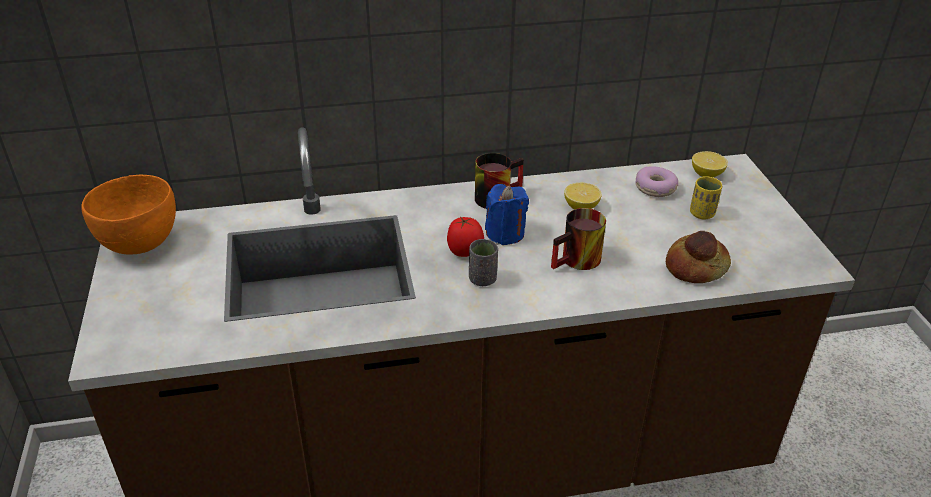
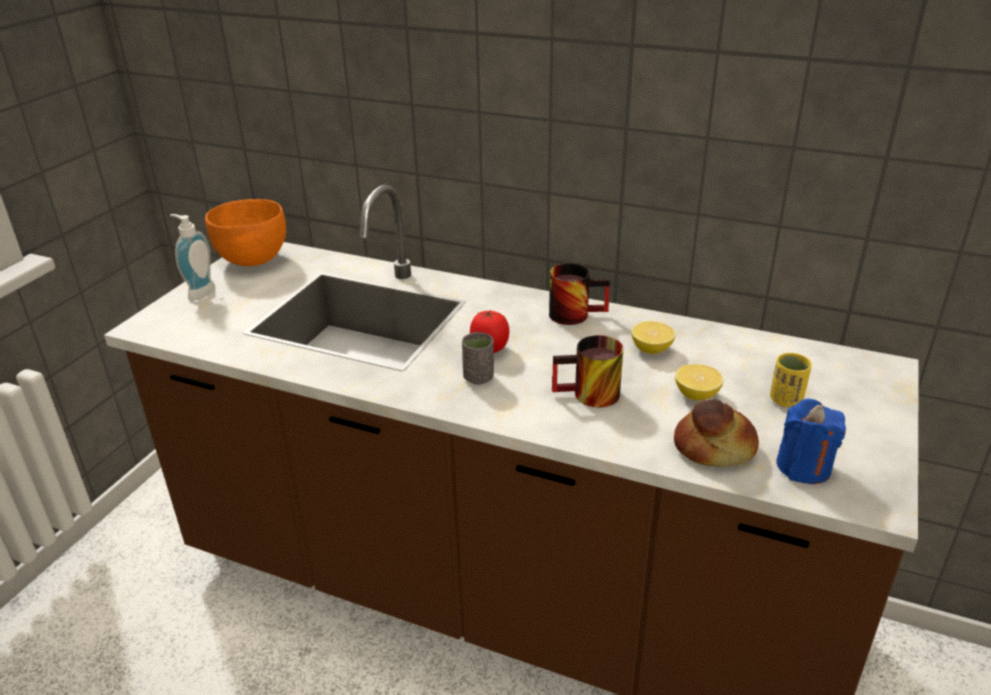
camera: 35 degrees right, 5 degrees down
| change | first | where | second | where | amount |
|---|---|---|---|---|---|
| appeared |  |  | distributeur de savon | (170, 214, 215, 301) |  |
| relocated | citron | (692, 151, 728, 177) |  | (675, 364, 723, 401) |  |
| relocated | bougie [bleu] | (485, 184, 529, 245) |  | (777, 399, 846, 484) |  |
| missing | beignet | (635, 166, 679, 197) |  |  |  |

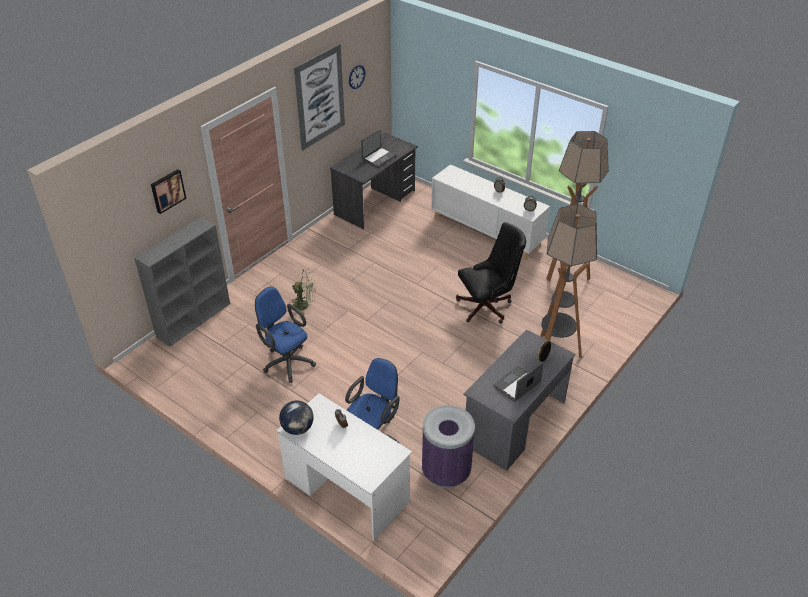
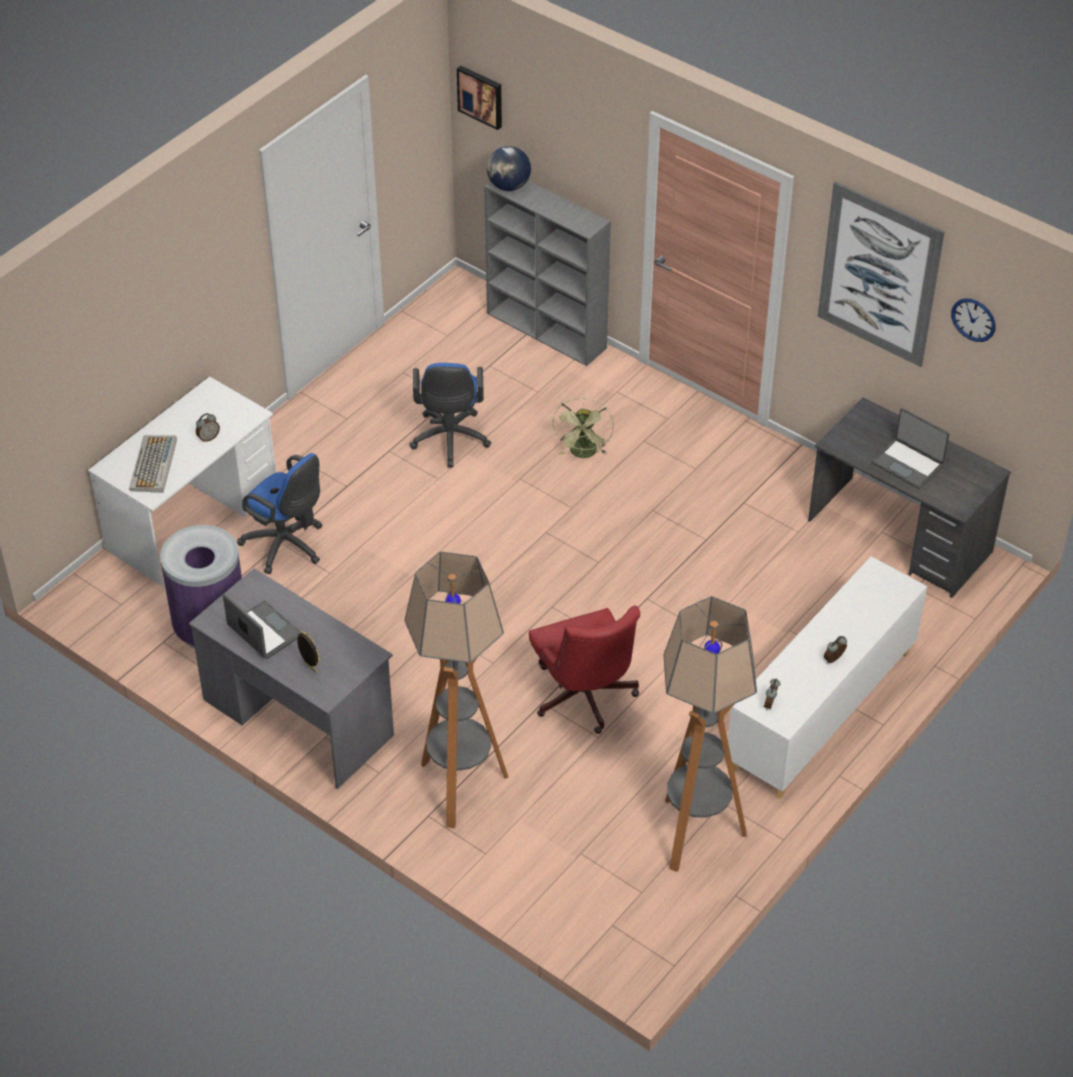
camera: 90 degrees right, 5 degrees up
| change | first | where | second | where | amount |
|---|---|---|---|---|---|
| appeared |  |  | clavier | (129, 435, 177, 493) |  |
| spun | chaise de bureau [bleu] | (255, 287, 316, 383) |  | (410, 363, 491, 467) | 135 degrees clockwise |
| relocated | tableau | (151, 169, 186, 214) |  | (457, 66, 502, 130) |  |
| relocated | globe | (279, 401, 314, 435) |  | (487, 146, 531, 191) |  |
| colour | chaise de bureau [noir] | (456, 222, 526, 323) | chaise de bureau [rouge] | (529, 606, 640, 734) |  |

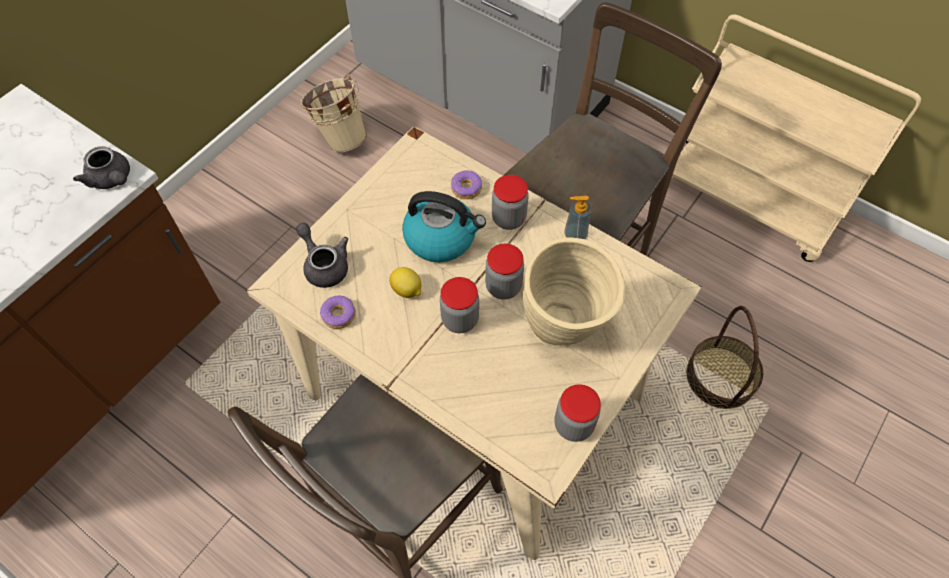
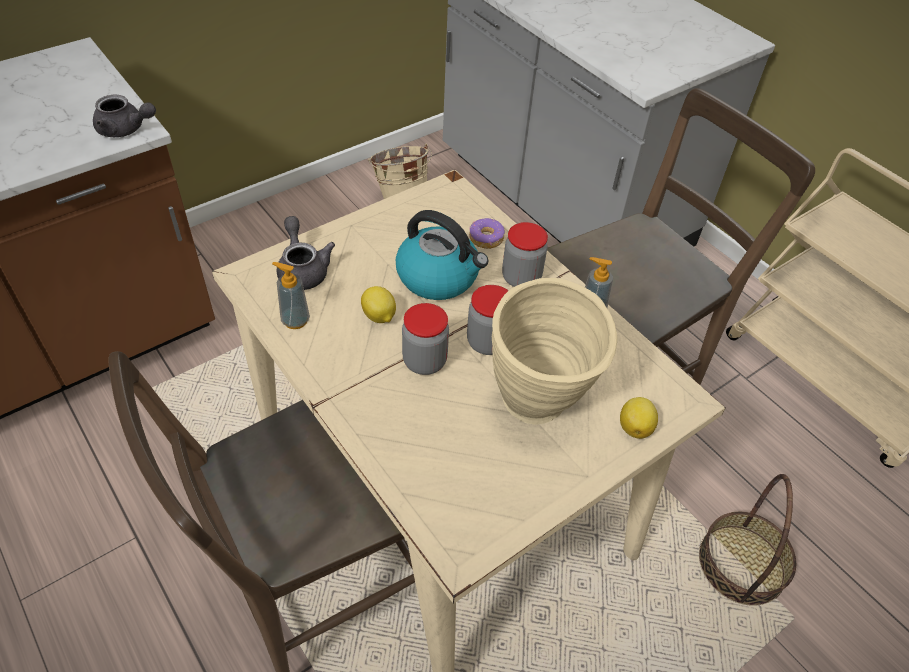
camera: 15 degrees right, 10 degrees down
| change | first | where | second | where | amount |
|---|---|---|---|---|---|
| spun | théière [gris] | (73, 146, 130, 189) |  | (93, 95, 156, 137) | 45 degrees counterclockwise |
| exchanged | beignet | (320, 296, 356, 329) | distributeur de savon | (272, 262, 310, 329) |  |
| appeared |  |  | citron | (620, 397, 658, 439) |  |
| missing | bocal | (554, 384, 601, 442) |  |  |  |

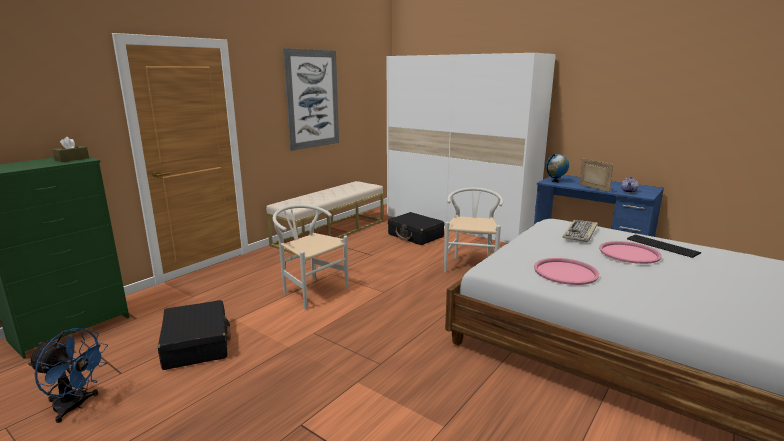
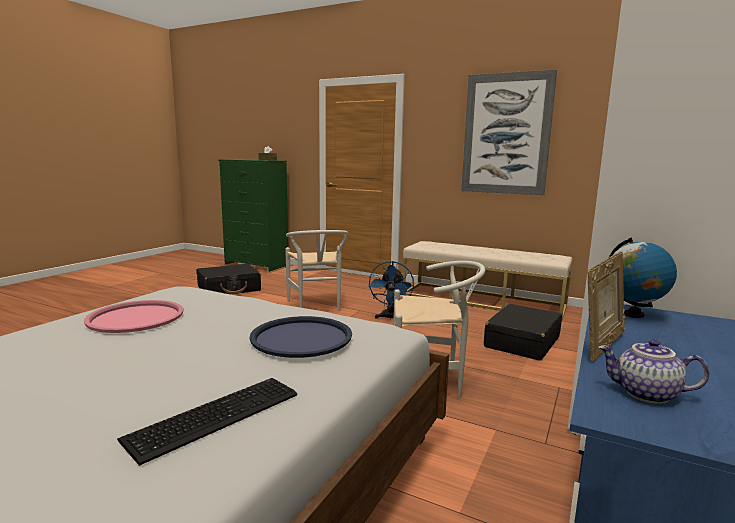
camera: 80 degrees right, 5 degrees down
| change | first | where | second | where | amount |
|---|---|---|---|---|---|
| exchanged | clavier | (562, 220, 598, 242) | plateau [bleu] | (250, 316, 352, 358) |  |
| spun | chaise [blanc] | (273, 205, 348, 310) |  | (285, 230, 348, 312) | 135 degrees clockwise |
| relocated | ventilateur [bleu] | (28, 328, 108, 423) |  | (368, 261, 414, 320) |  |
| missing | plateau [rose] | (599, 241, 662, 264) |  |  |  |

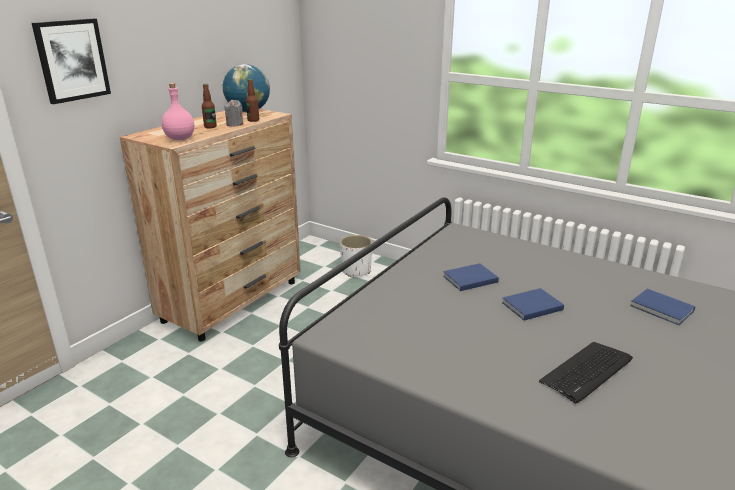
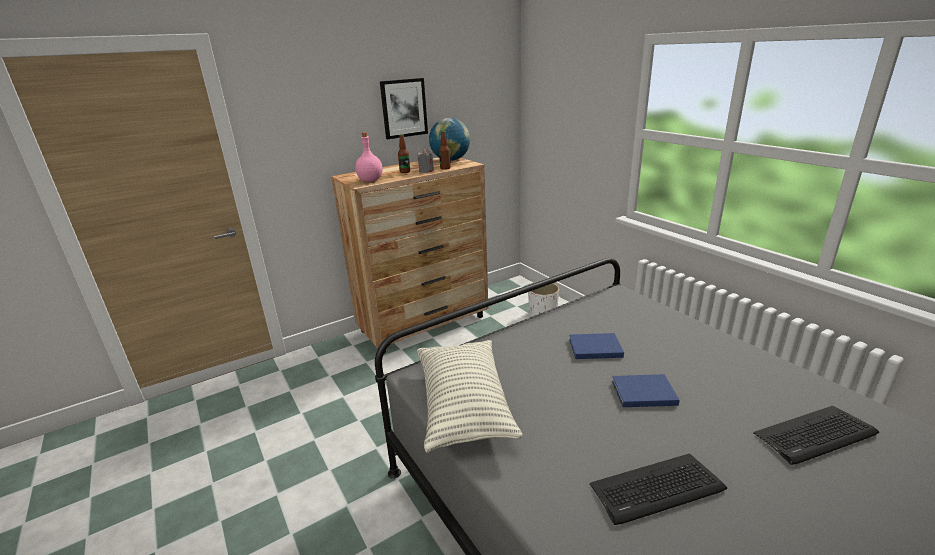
camera: 25 degrees right, 0 degrees up
| change | first | where | second | where | amount |
|---|---|---|---|---|---|
| relocated | tableau | (32, 18, 111, 104) |  | (380, 78, 428, 139) |  |
| appeared |  |  | coussin | (417, 340, 523, 453) |  |
| exchanged | livre [bleu] | (630, 289, 696, 325) | clavier | (753, 406, 879, 465) |  |

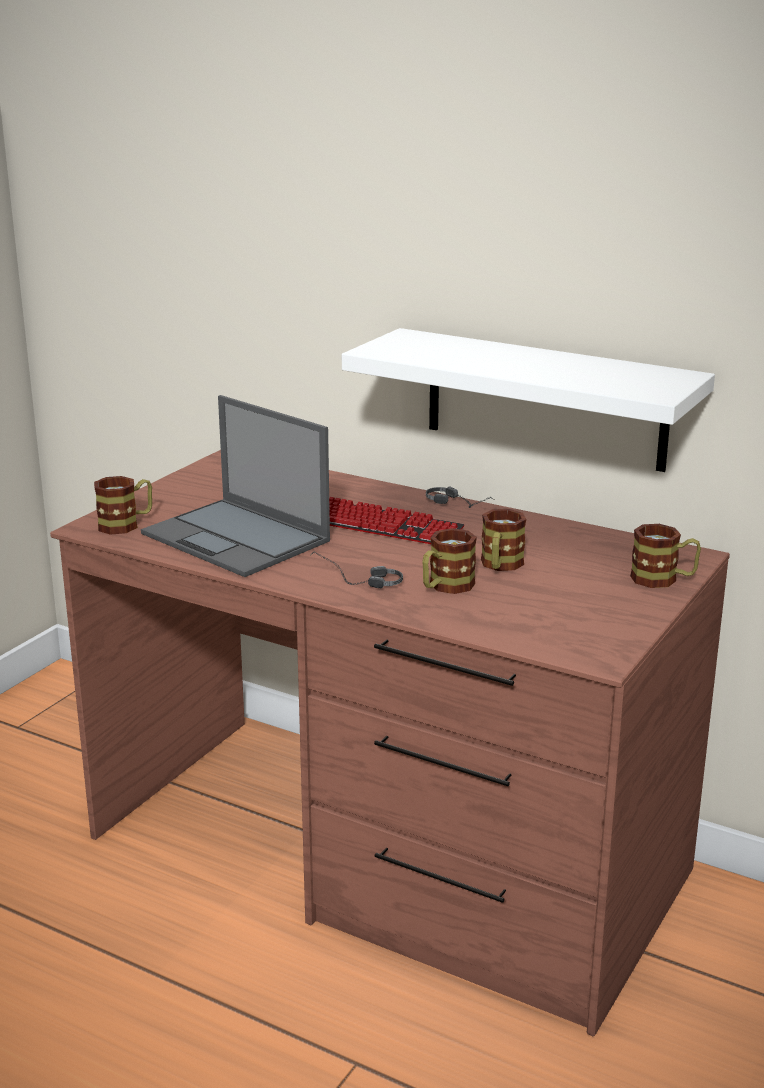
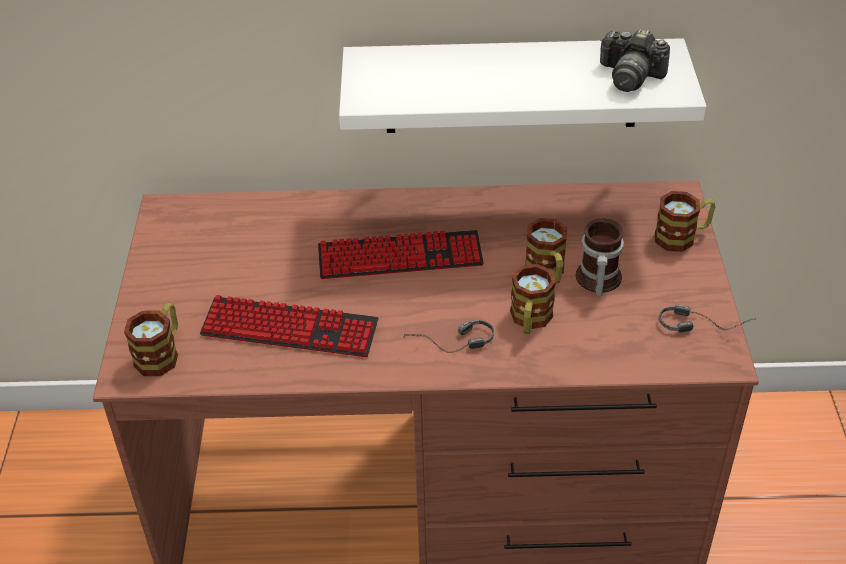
camera: 30 degrees left, 20 degrees up
| change | first | where | second | where | amount |
|---|---|---|---|---|---|
| exchanged | ordinateur portable | (141, 395, 330, 577) | clavier | (200, 295, 379, 357) |  |
| appeared |  |  | mug | (576, 218, 624, 296) |  |
| appeared |  |  | appareil photo | (600, 29, 670, 92) |  |
| relocated | casque audio | (426, 487, 494, 508) |  | (659, 305, 754, 333) |  |

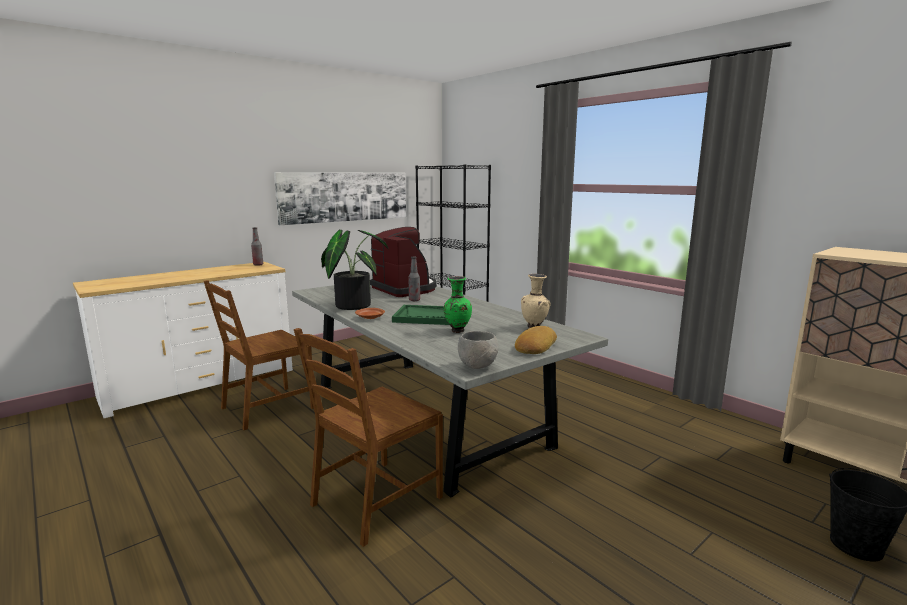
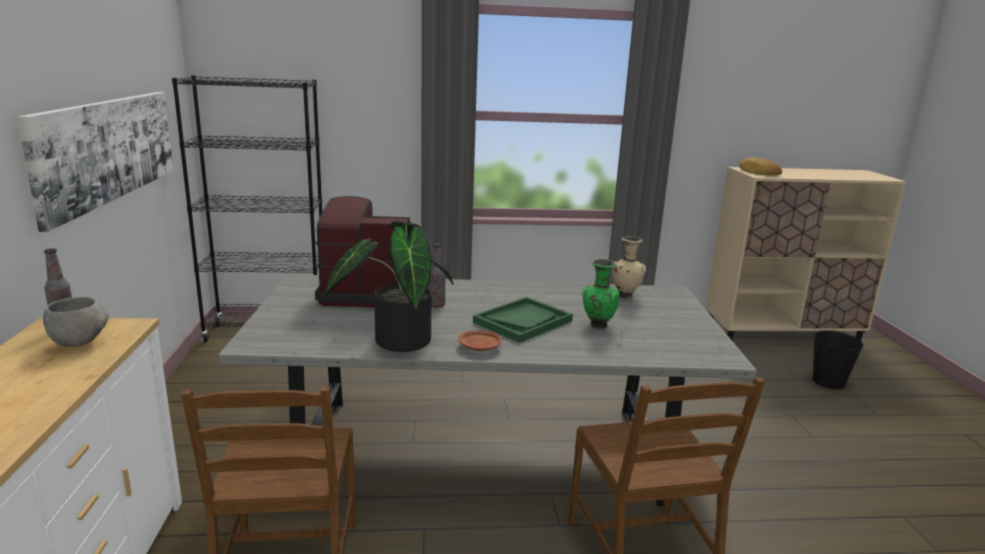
camera: 55 degrees left, 5 degrees up
| change | first | where | second | where | amount |
|---|---|---|---|---|---|
| relocated | bol [gris] | (458, 331, 498, 369) |  | (43, 297, 109, 347) |  |
| relocated | pain | (515, 326, 557, 354) |  | (739, 157, 782, 176) |  |

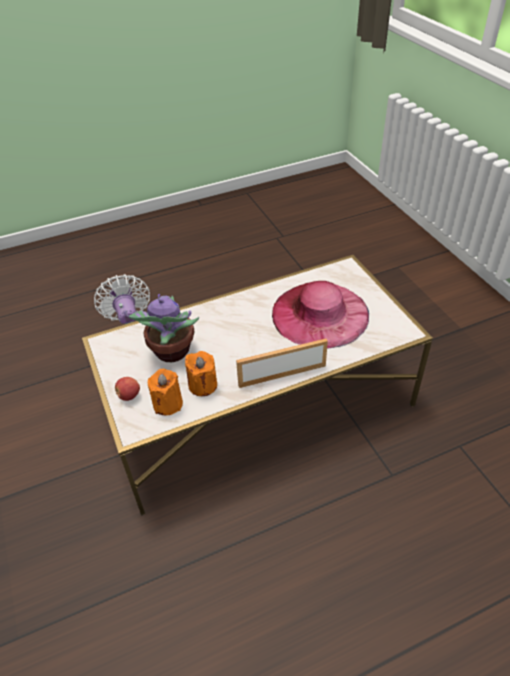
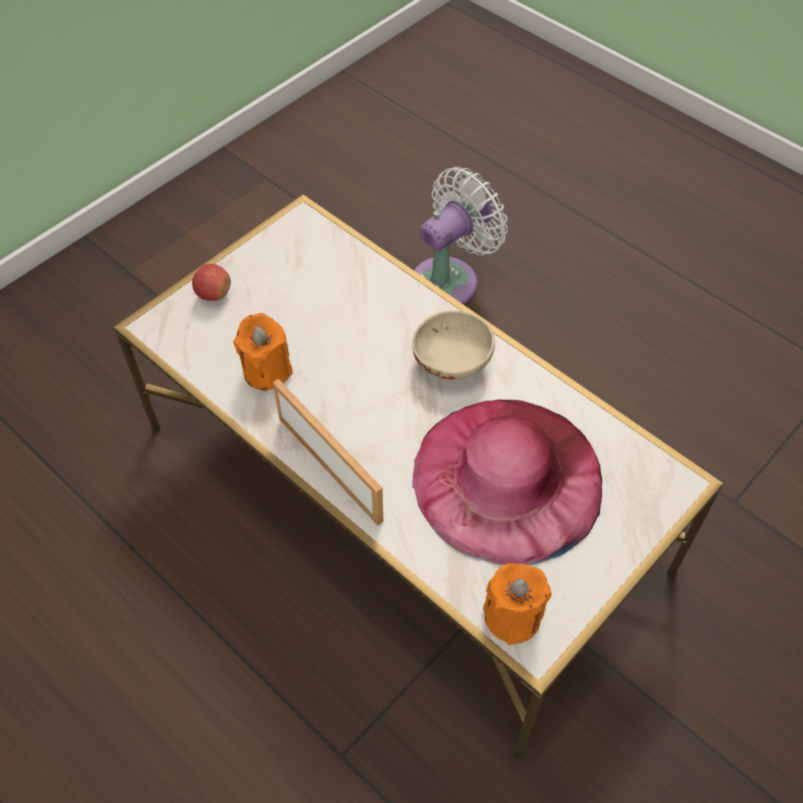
camera: 65 degrees right, 10 degrees up
| change | first | where | second | where | amount |
|---|---|---|---|---|---|
| appeared |  |  | bol [beige] | (412, 311, 495, 380) |  |
| relocated | bougie [orange] | (148, 369, 183, 415) |  | (483, 563, 552, 645) |  |
| missing | plante en pot | (123, 294, 199, 362) |  |  |  |

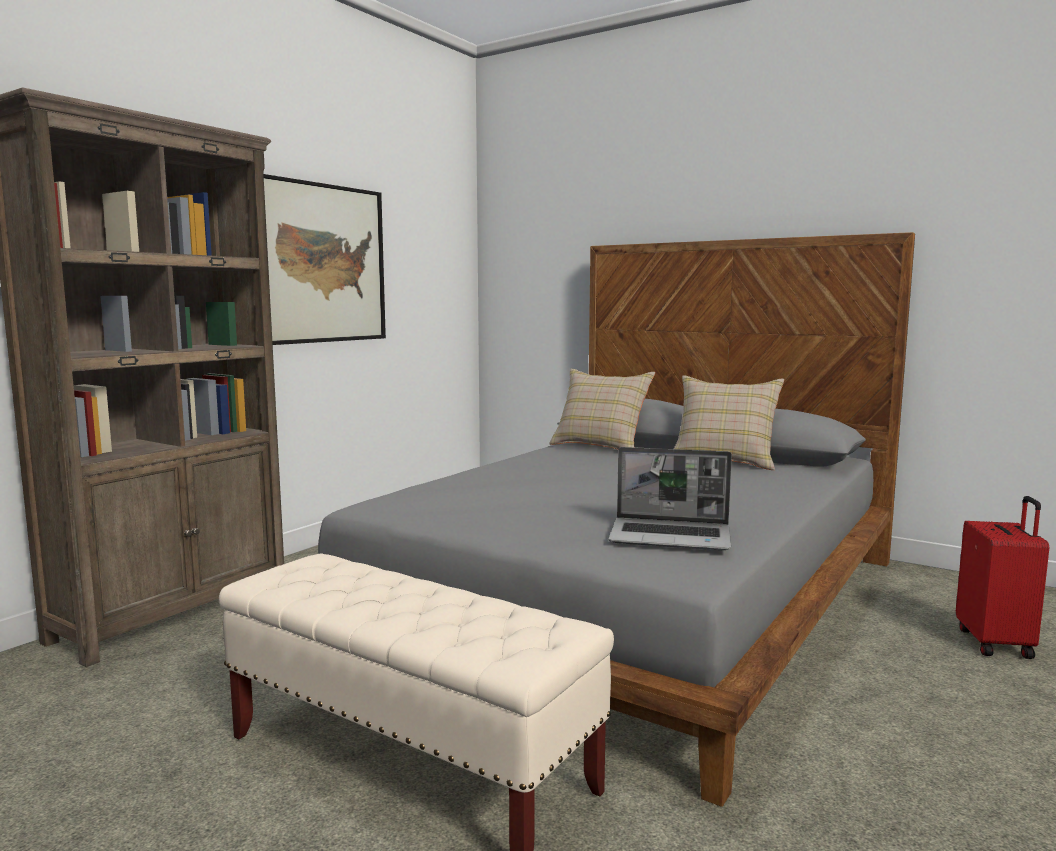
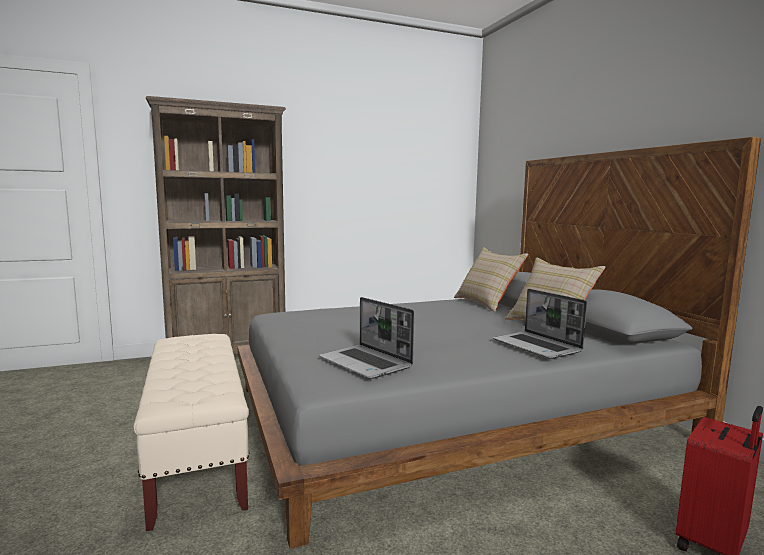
camera: 35 degrees right, 0 degrees up
| change | first | where | second | where | amount |
|---|---|---|---|---|---|
| appeared |  |  | ordinateur portable | (493, 289, 587, 359) |  |
| missing | tableau | (263, 174, 386, 345) |  |  |  |

